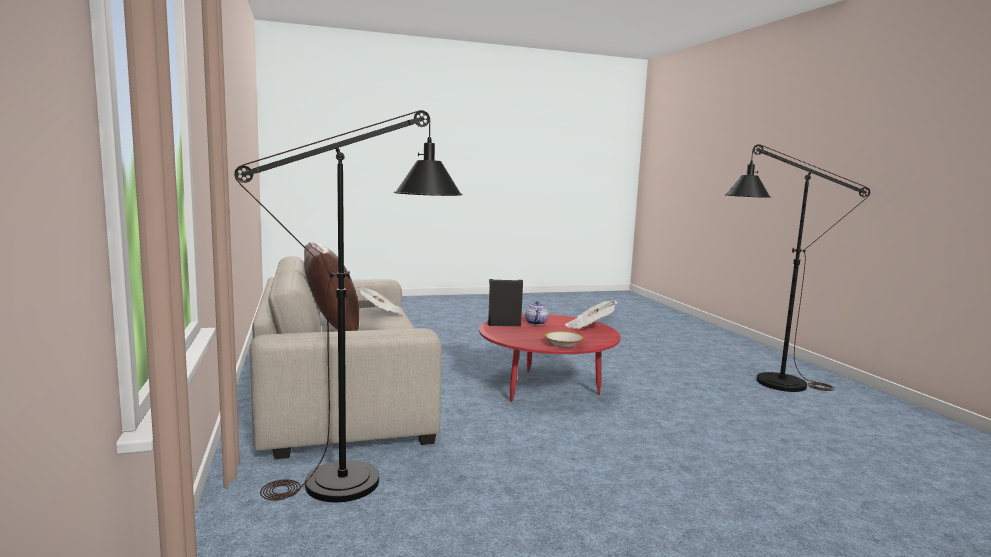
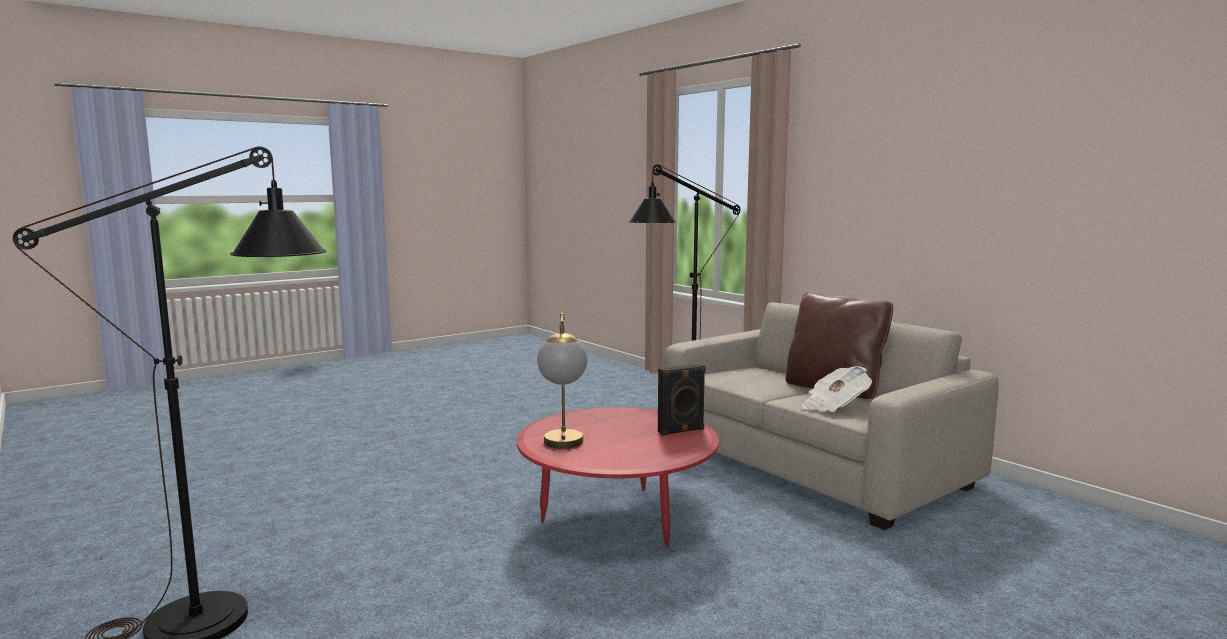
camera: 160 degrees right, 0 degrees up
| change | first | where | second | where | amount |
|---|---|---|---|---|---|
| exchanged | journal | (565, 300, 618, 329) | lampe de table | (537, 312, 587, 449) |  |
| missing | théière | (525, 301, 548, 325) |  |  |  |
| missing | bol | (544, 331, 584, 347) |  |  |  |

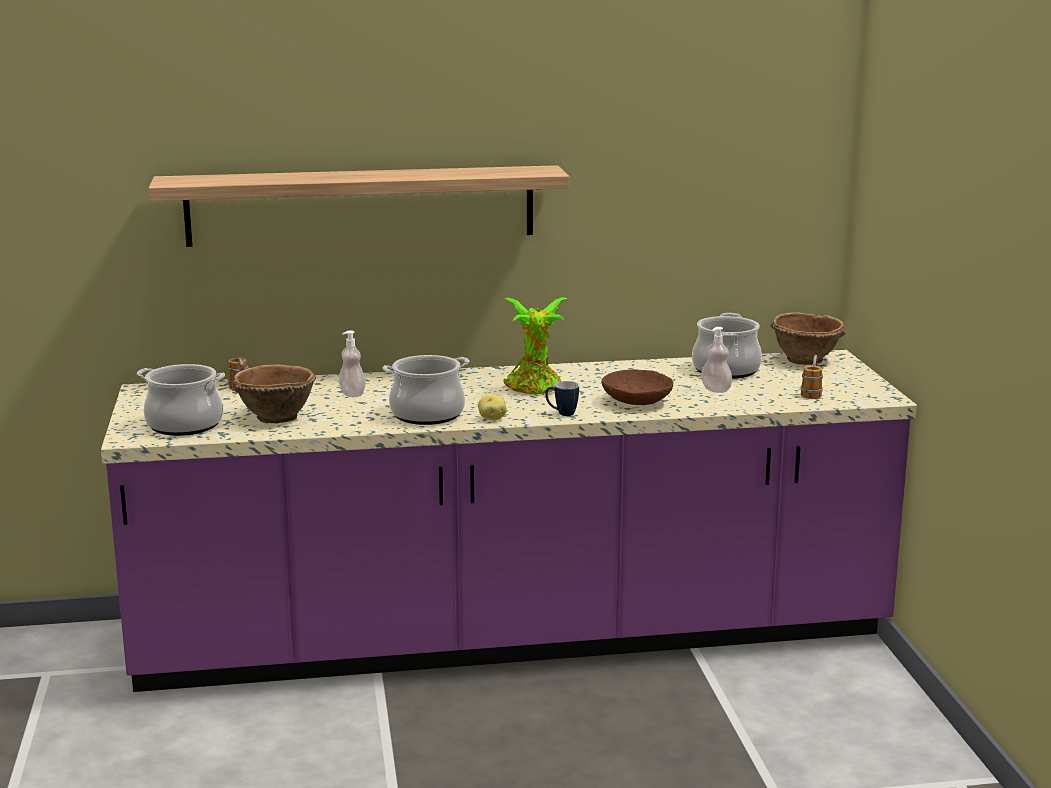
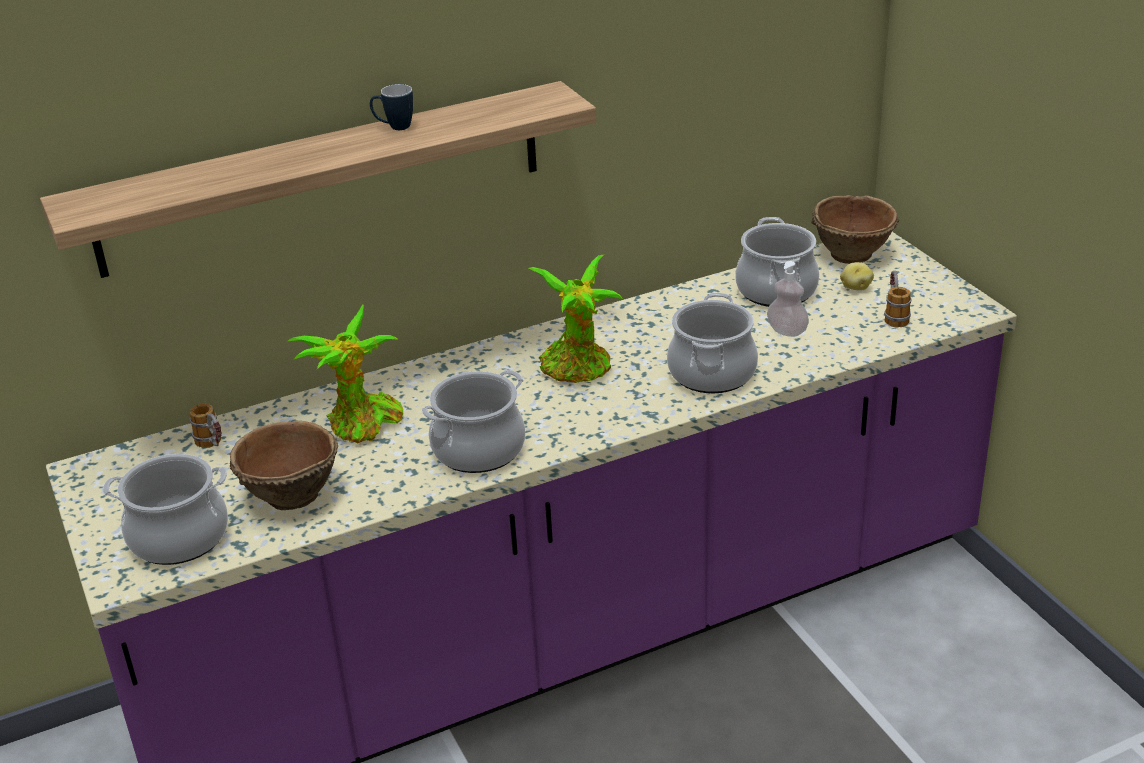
camera: 15 degrees left, 15 degrees up
| change | first | where | second | where | amount |
|---|---|---|---|---|---|
| exchanged | distributeur de savon | (339, 330, 366, 397) | plante en pot | (286, 304, 403, 443) |  |
| relocated | mug | (545, 381, 579, 416) |  | (370, 84, 413, 130) |  |
| exchanged | bol [marron] | (601, 369, 674, 405) | marmite | (667, 293, 758, 393) |  |
| relocated | pomme de terre | (478, 394, 507, 420) |  | (840, 262, 874, 291) |  |

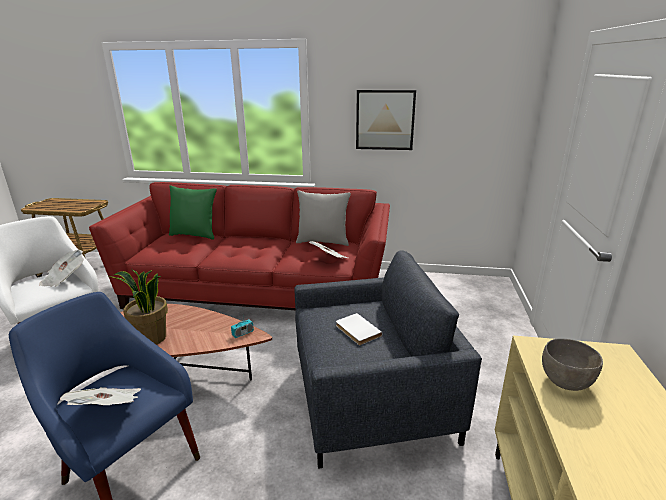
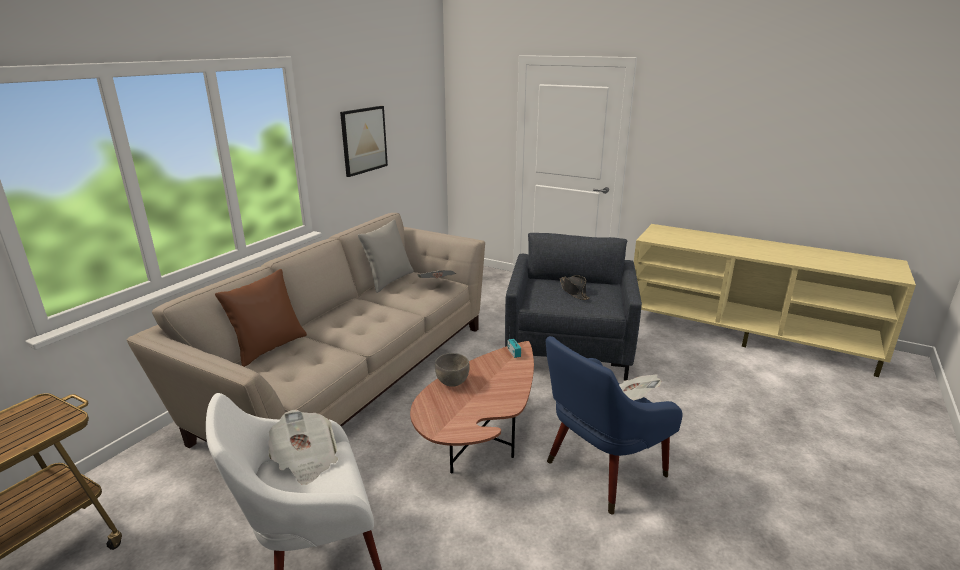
camera: 70 degrees left, 0 degrees up
| change | first | where | second | where | amount |
|---|---|---|---|---|---|
| colour | canapé [rouge] | (89, 182, 390, 310) | canapé [beige] | (127, 213, 485, 448) |  |
| colour | coussin [vert] | (169, 185, 217, 240) | coussin [marron] | (215, 269, 307, 367) |  |
| relocated | bol [gris] | (542, 338, 603, 391) |  | (435, 353, 470, 387) |  |
| exchanged | livre [blanc] | (336, 313, 382, 345) | chapeau [noir] | (560, 275, 589, 300) |  |
| missing | plante en pot | (109, 269, 168, 344) |  |  |  |

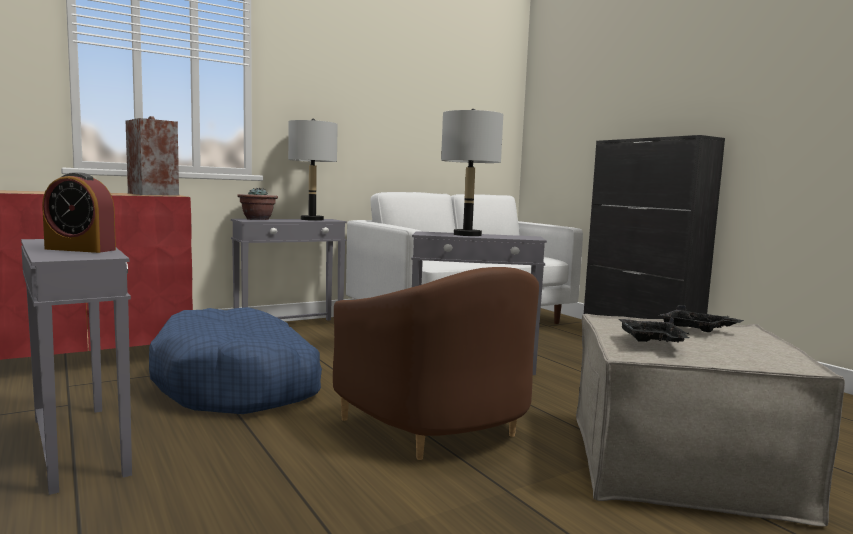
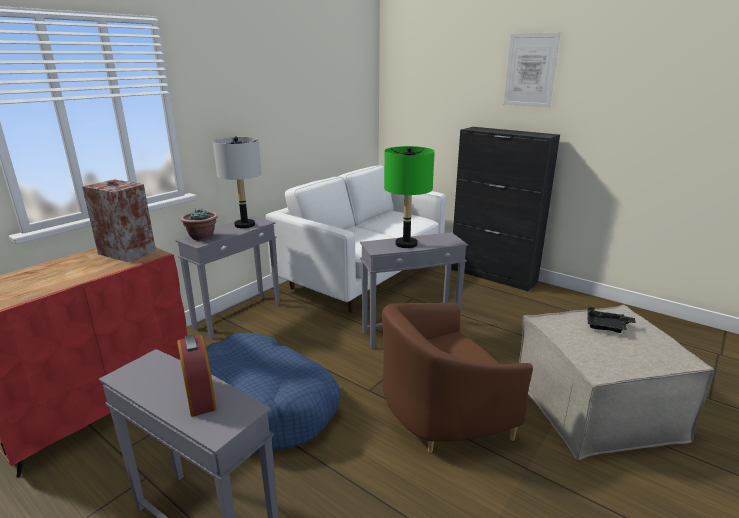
camera: 20 degrees left, 15 degrees up
| change | first | where | second | where | amount |
|---|---|---|---|---|---|
| spun | réveil | (42, 172, 116, 253) |  | (177, 334, 216, 417) | 105 degrees counterclockwise |
| spun | fauteuil [marron] | (333, 267, 539, 460) |  | (382, 303, 533, 453) | 120 degrees clockwise |
| colour | lampe de table [gris] | (441, 109, 503, 236) | lampe de table [vert] | (384, 146, 435, 248) |  |
| appeared |  |  | tableau | (504, 33, 561, 108) |  |
| missing | plateau [noir] | (618, 318, 689, 343) |  |  |  |

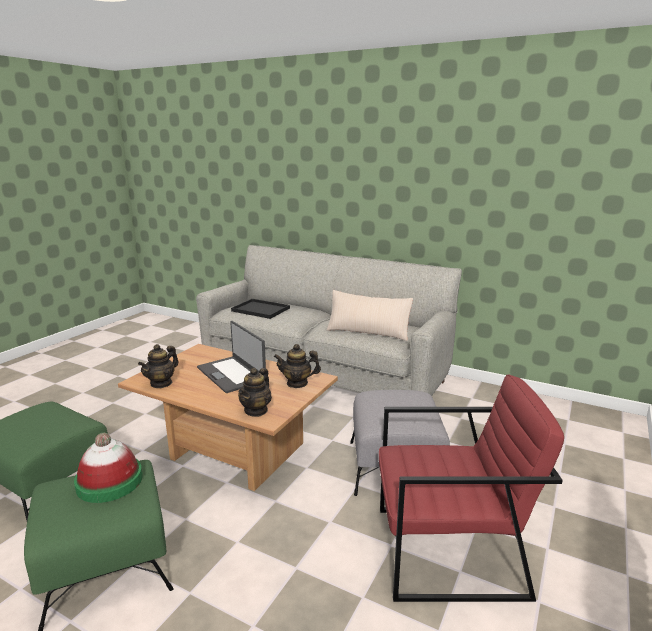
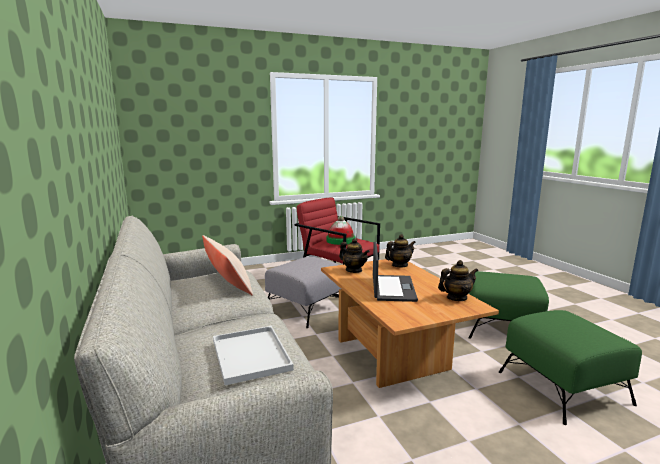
camera: 140 degrees left, 5 degrees down
| change | first | where | second | where | amount |
|---|---|---|---|---|---|
| colour | plateau [noir] | (231, 299, 290, 319) | plateau [blanc] | (213, 326, 294, 385) |  |
| relocated | chapeau | (74, 433, 143, 503) |  | (326, 216, 355, 245) |  |

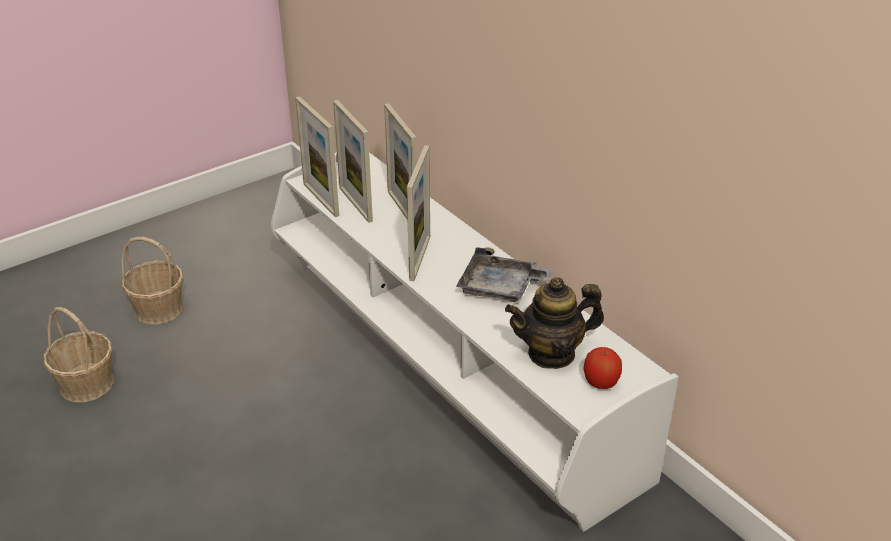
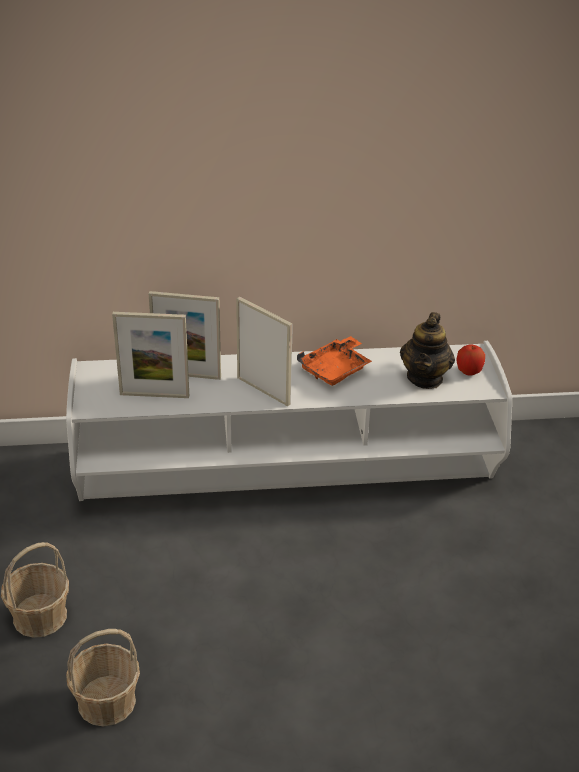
camera: 60 degrees left, 0 degrees up
| change | first | where | second | where | amount |
|---|---|---|---|---|---|
| colour | plateau [gris] | (456, 247, 553, 302) | plateau [orange] | (297, 336, 372, 386) |  |
| missing | cadre photo | (295, 96, 339, 217) |  |  |  |

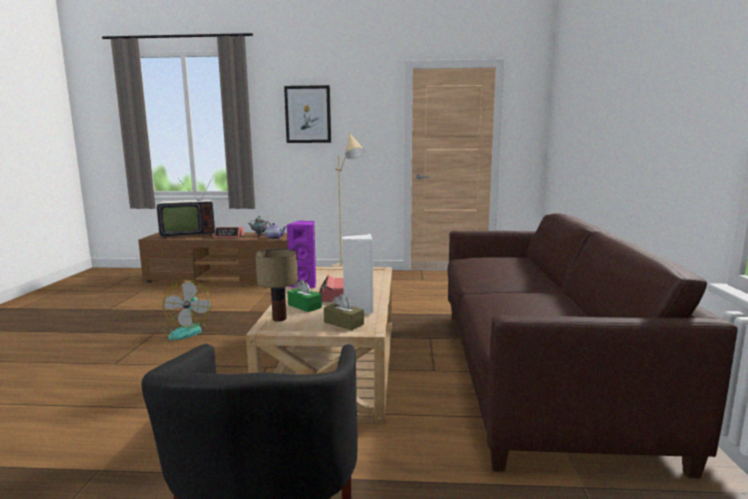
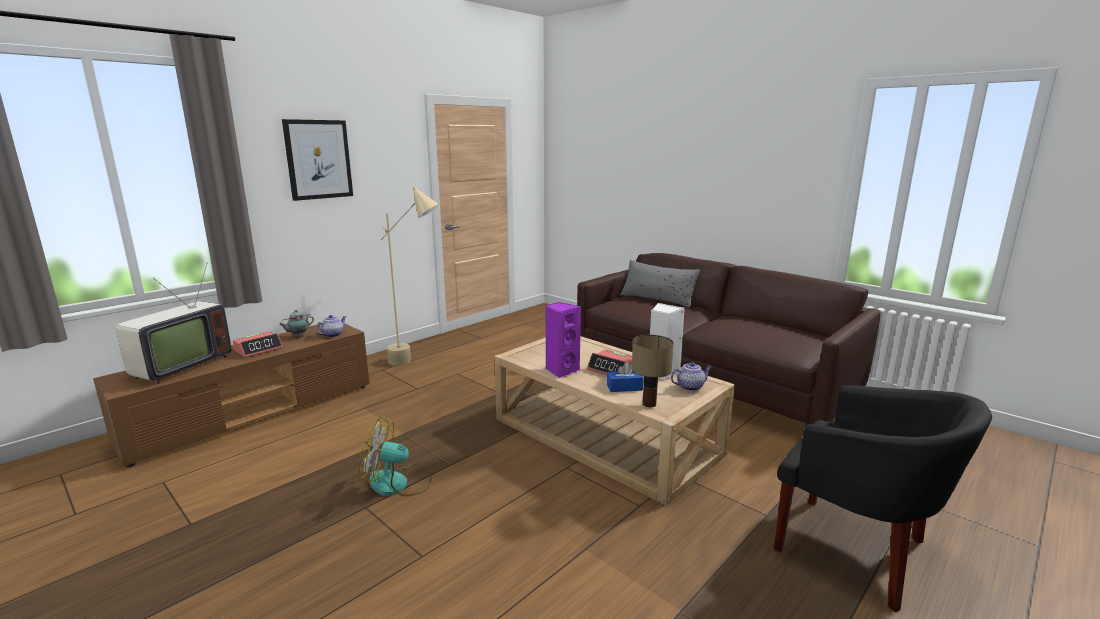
camera: 50 degrees left, 5 degrees up
| change | first | where | second | where | amount |
|---|---|---|---|---|---|
| spun | ventilateur | (162, 280, 212, 340) |  | (359, 417, 432, 497) | 150 degrees clockwise |
| colour | boîte à mouchoirs [vert] | (287, 279, 322, 312) | boîte à mouchoirs [bleu] | (607, 362, 644, 392) |  |
| appeared |  |  | coussin [gris] | (620, 260, 700, 308) |  |
| exchanged | boîte à mouchoirs [marron] | (324, 294, 364, 330) | théière | (671, 362, 712, 391) |  |

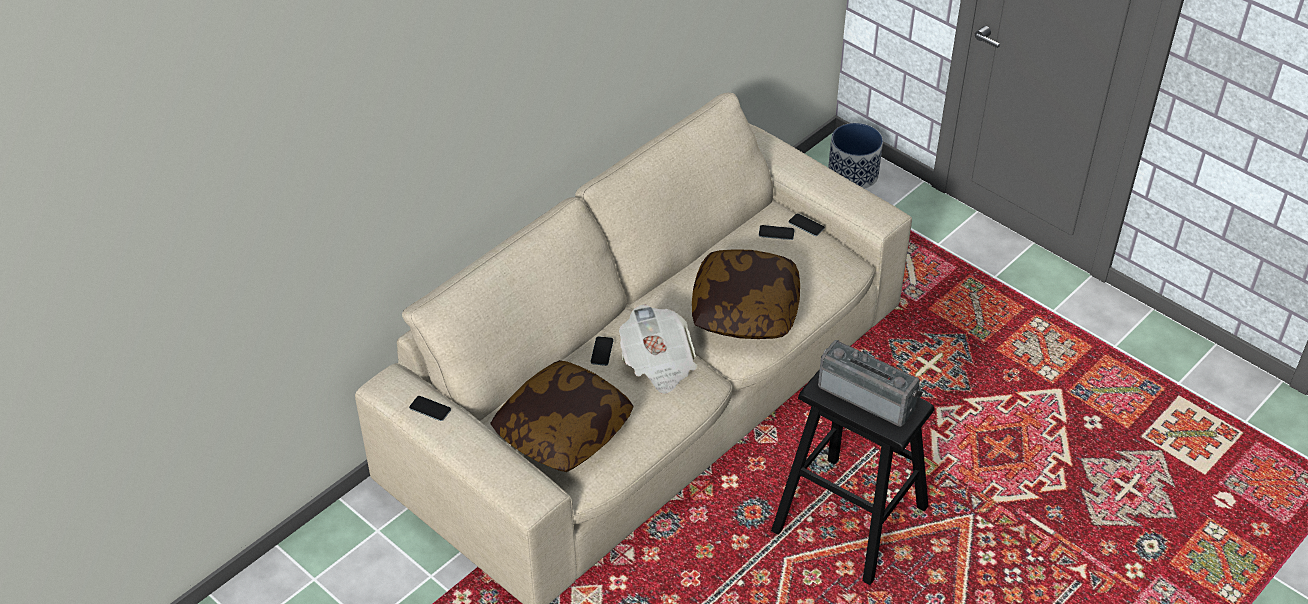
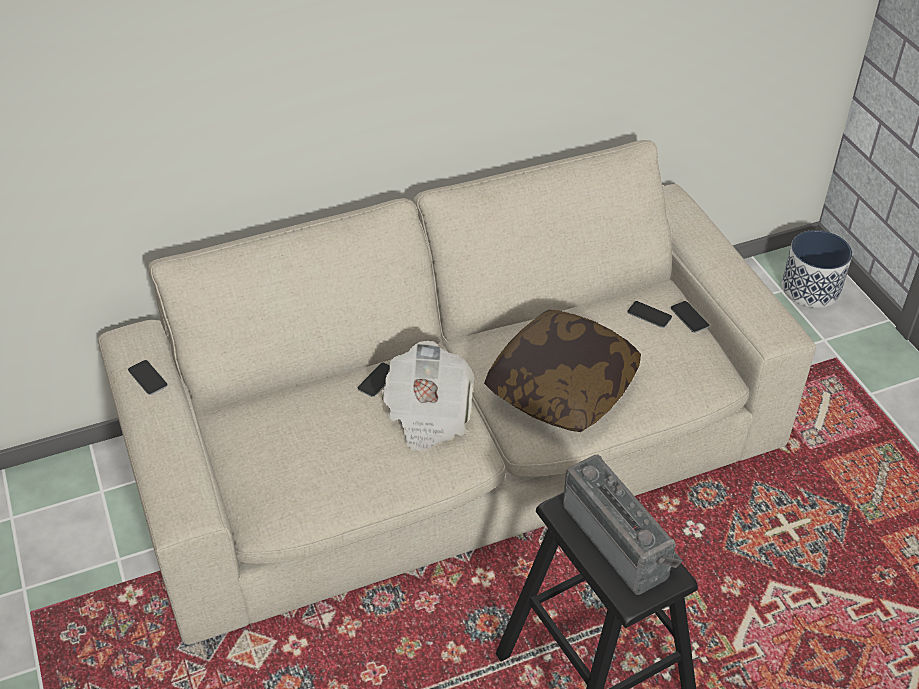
camera: 25 degrees right, 0 degrees up
| change | first | where | second | where | amount |
|---|---|---|---|---|---|
| missing | coussin | (490, 360, 634, 472) |  |  |  |

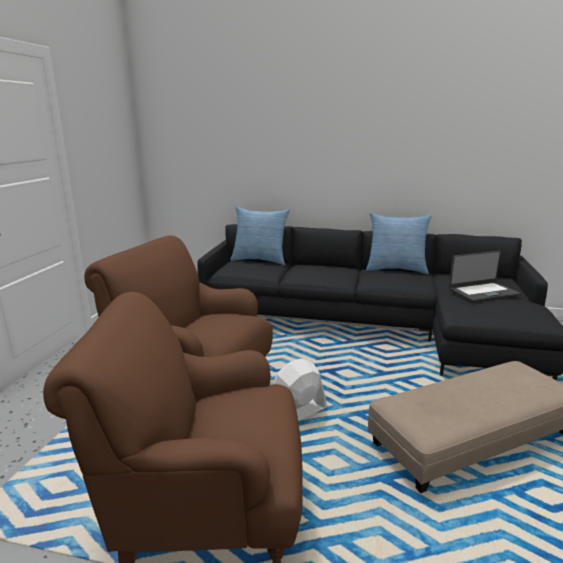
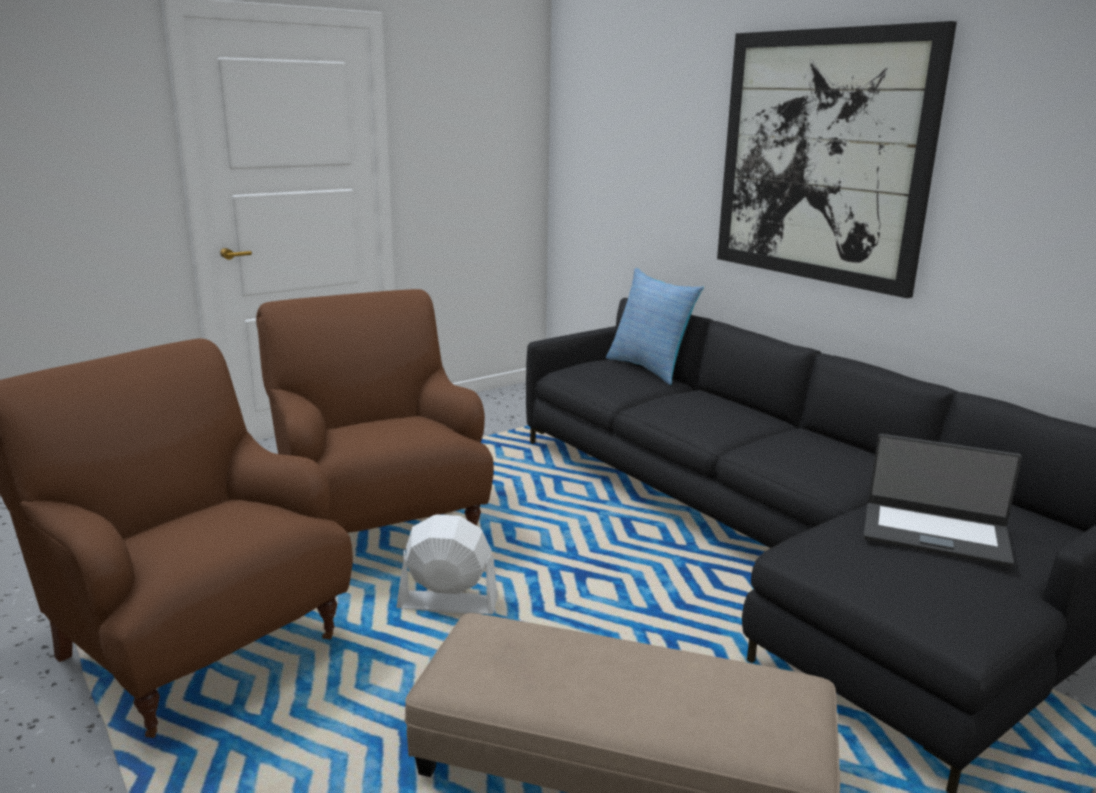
camera: 40 degrees right, 0 degrees up
| change | first | where | second | where | amount |
|---|---|---|---|---|---|
| appeared |  |  | tableau | (717, 21, 957, 298) |  |
| missing | coussin | (366, 212, 432, 274) |  |  |  |

